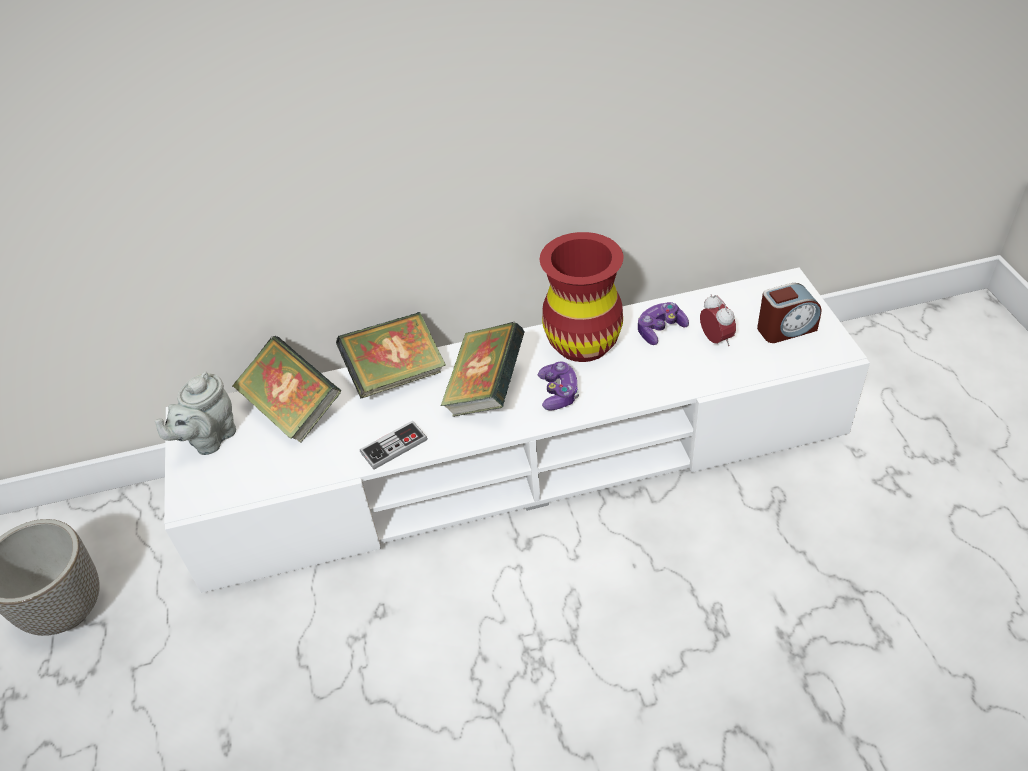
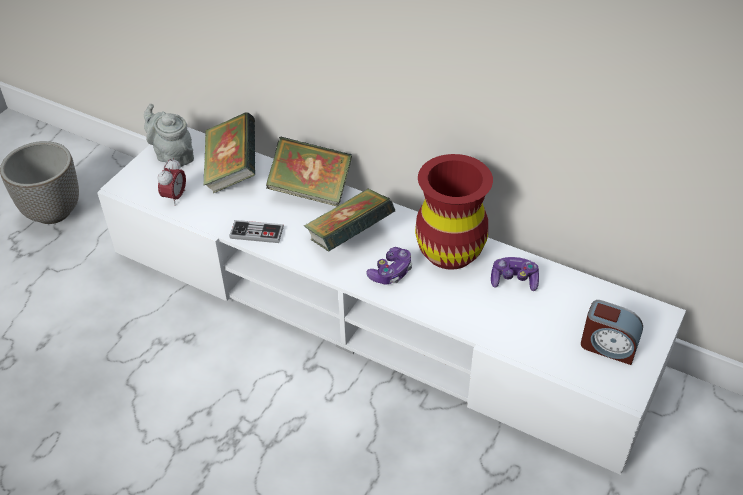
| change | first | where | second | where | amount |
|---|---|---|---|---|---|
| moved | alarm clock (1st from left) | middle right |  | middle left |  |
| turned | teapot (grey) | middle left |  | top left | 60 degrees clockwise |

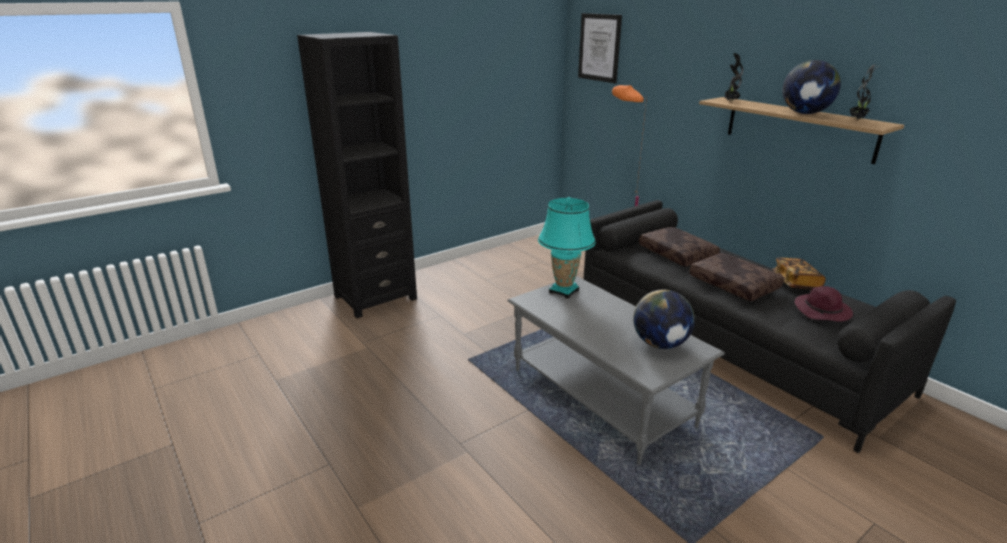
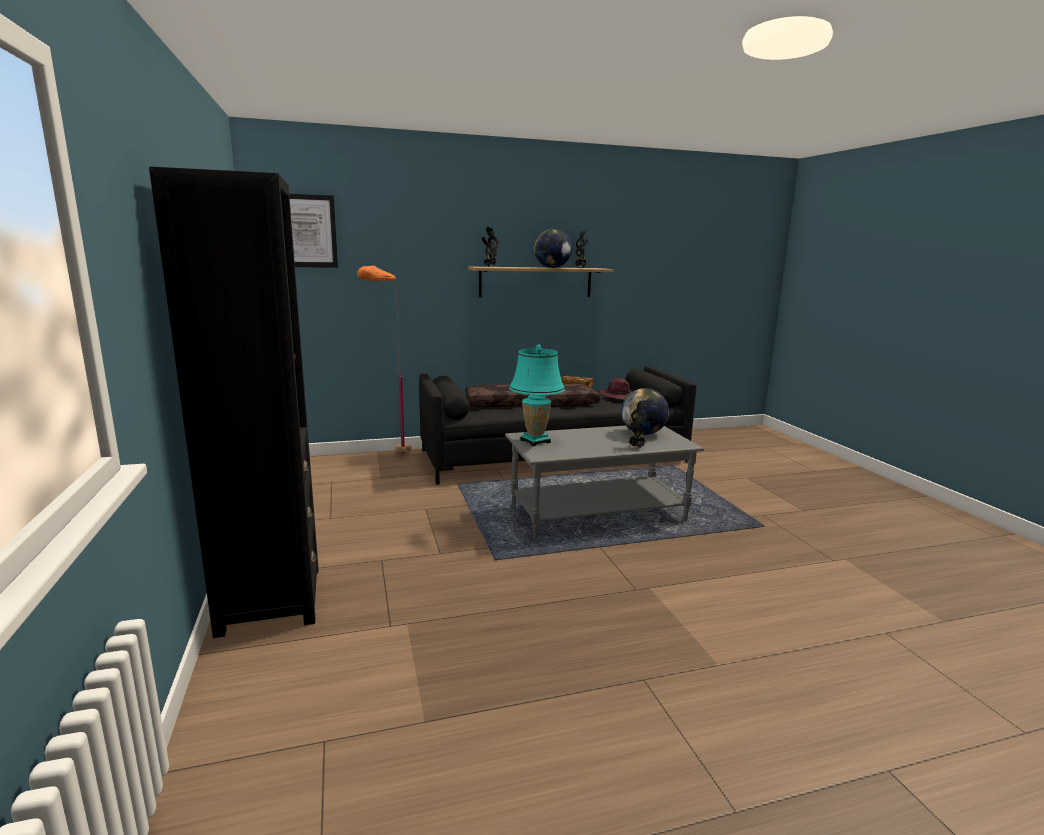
| change | first | where | second | where | amount |
|---|---|---|---|---|---|
| added |  |  | potted plant (3rd from left) | centre |  |

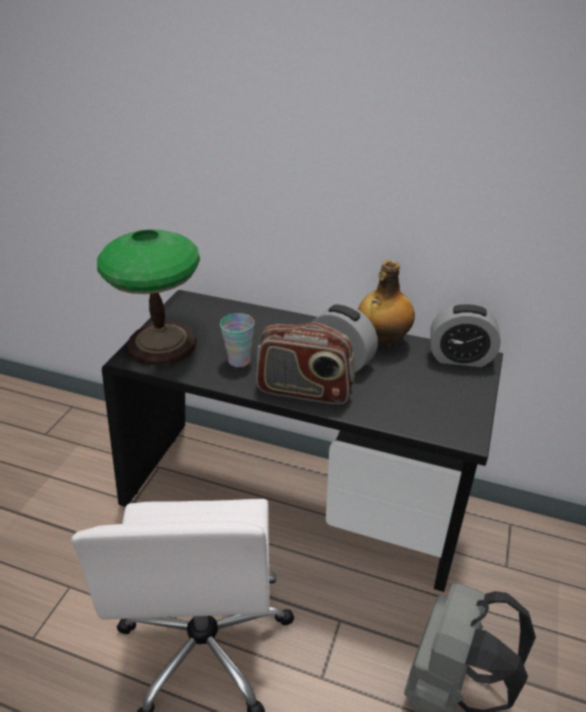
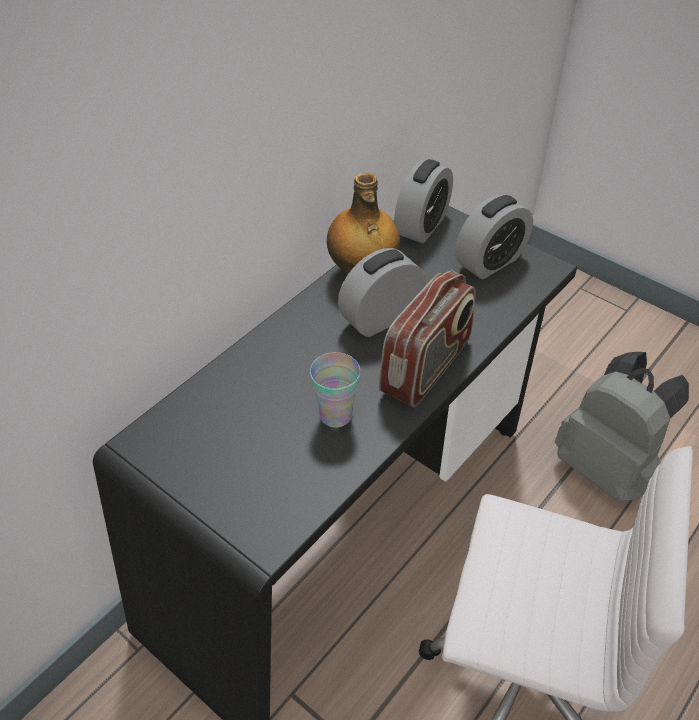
| change | first | where | second | where | amount |
|---|---|---|---|---|---|
| removed | table lamp | middle left |  |  |  |
| added |  |  | alarm clock (3rd from left) | top right |  |

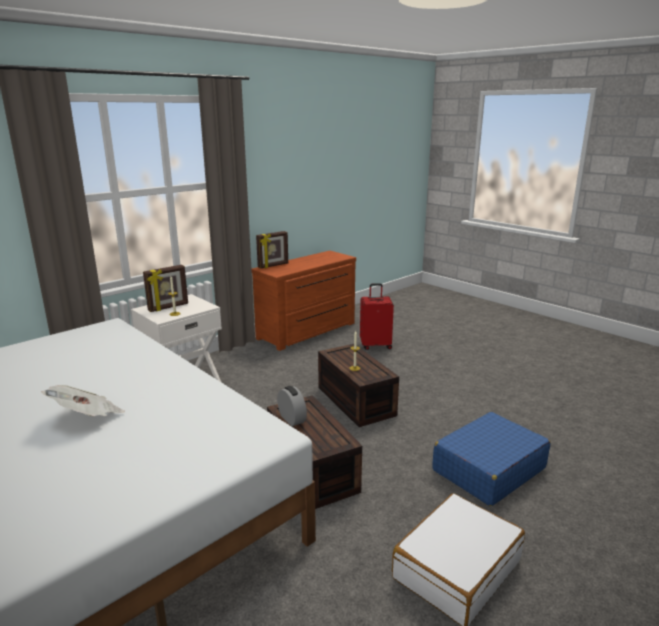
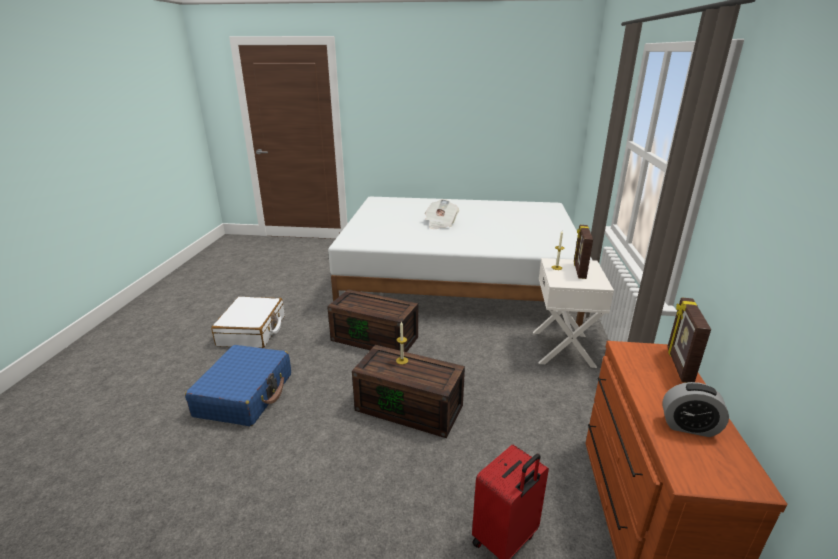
| change | first | where | second | where | amount |
|---|---|---|---|---|---|
| moved | alarm clock | centre |  | bottom right |  |

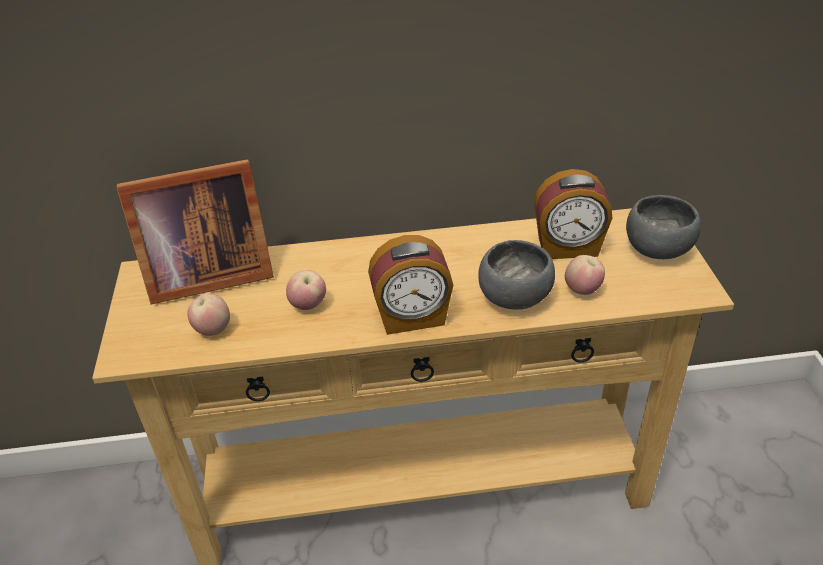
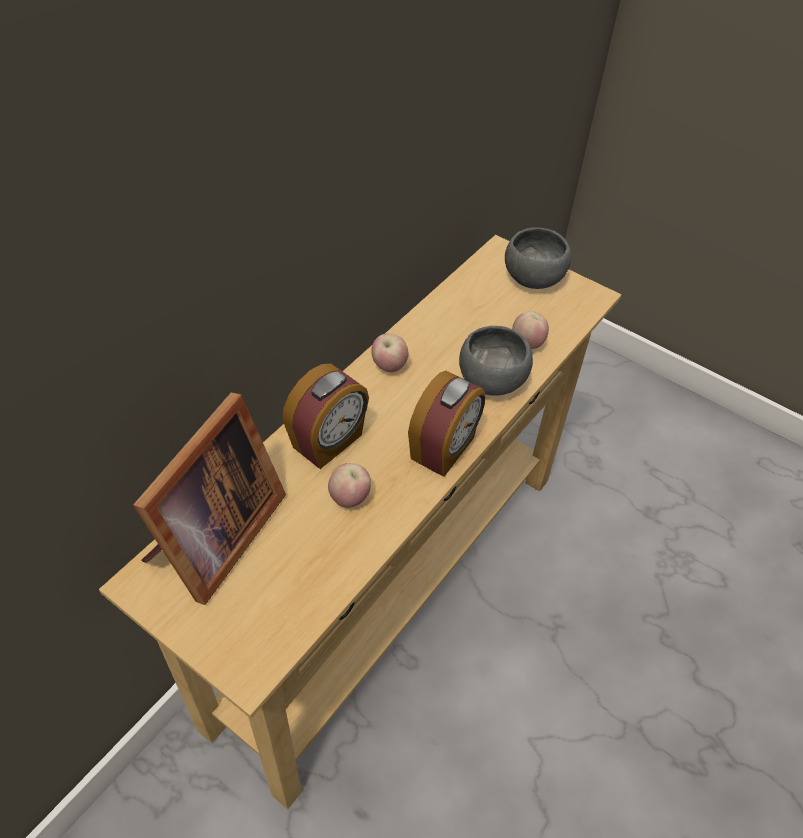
| change | first | where | second | where | amount |
|---|---|---|---|---|---|
| moved | alarm clock (2nd from left in the first image) | middle right | alarm clock (1st from left) | centre |  |
| moved | apple (1st from left in the first image) | middle left | apple (2nd from left) | centre |  |

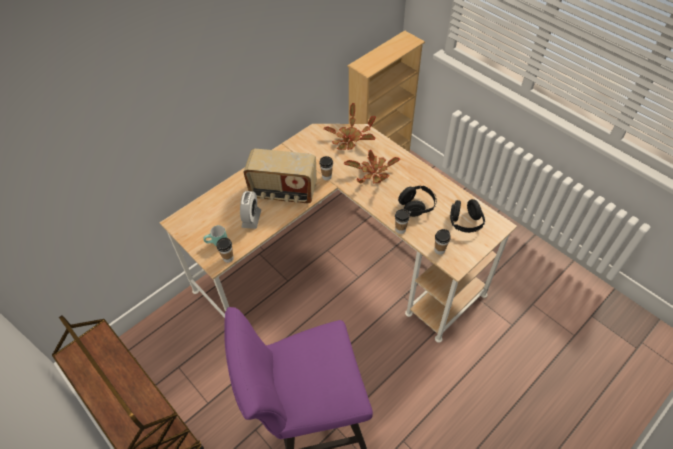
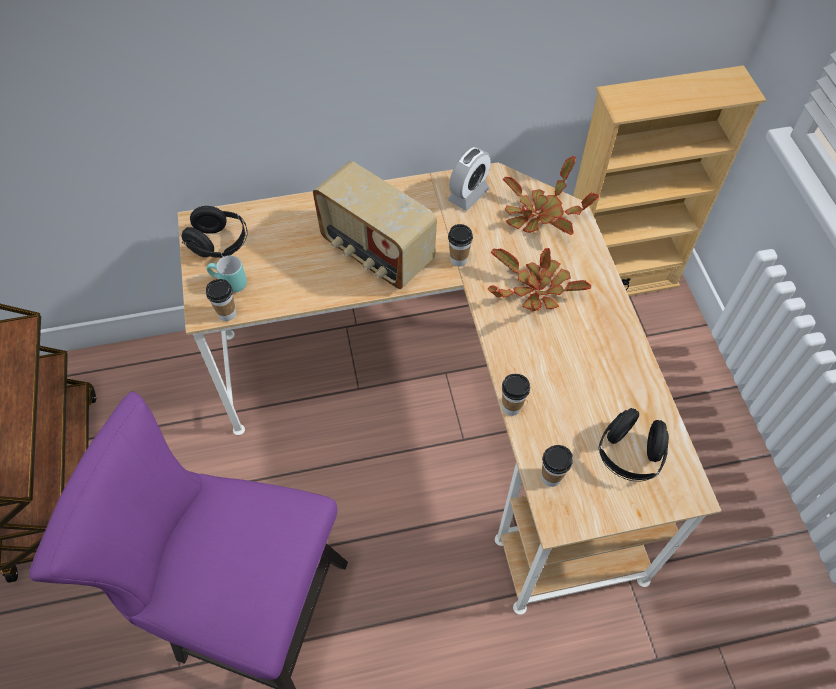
| change | first | where | second | where | amount |
|---|---|---|---|---|---|
| moved | headphones (black) (1st from left) | centre |  | middle left |  |
| moved | alarm clock | centre |  | top centre |  |

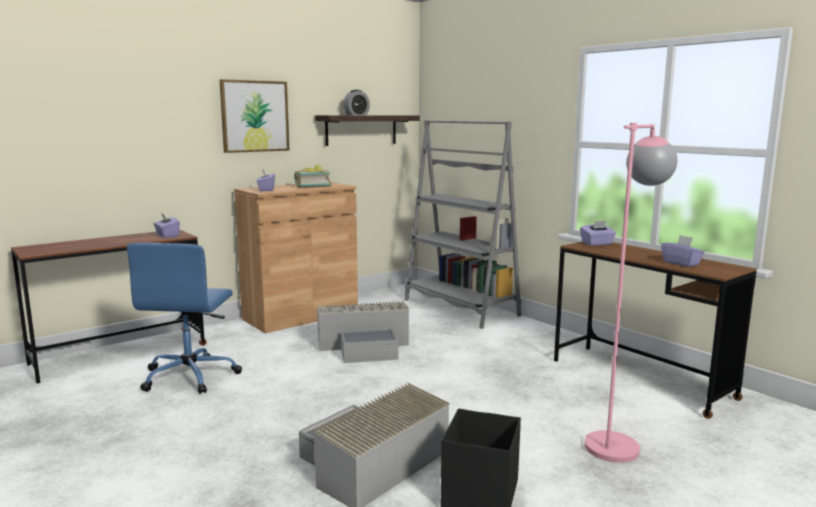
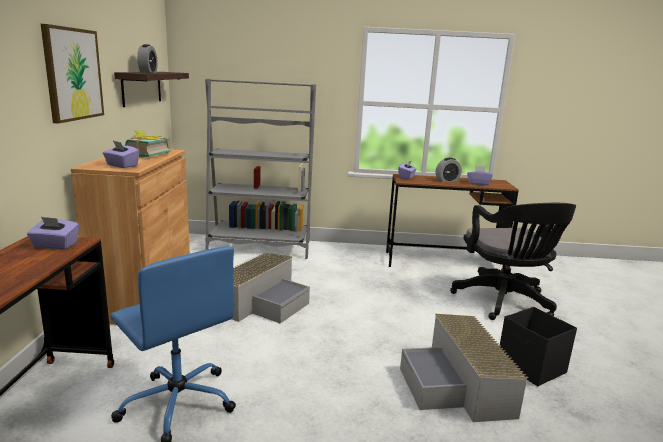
| change | first | where | second | where | amount |
|---|---|---|---|---|---|
| replaced | floor lamp (pink) | middle right | office chair (black) | middle right |  |
| added |  |  | alarm clock (2nd from left) | middle right |  |

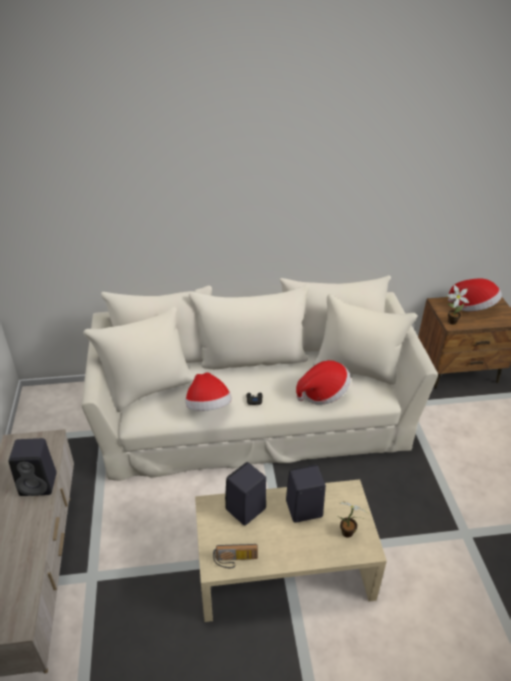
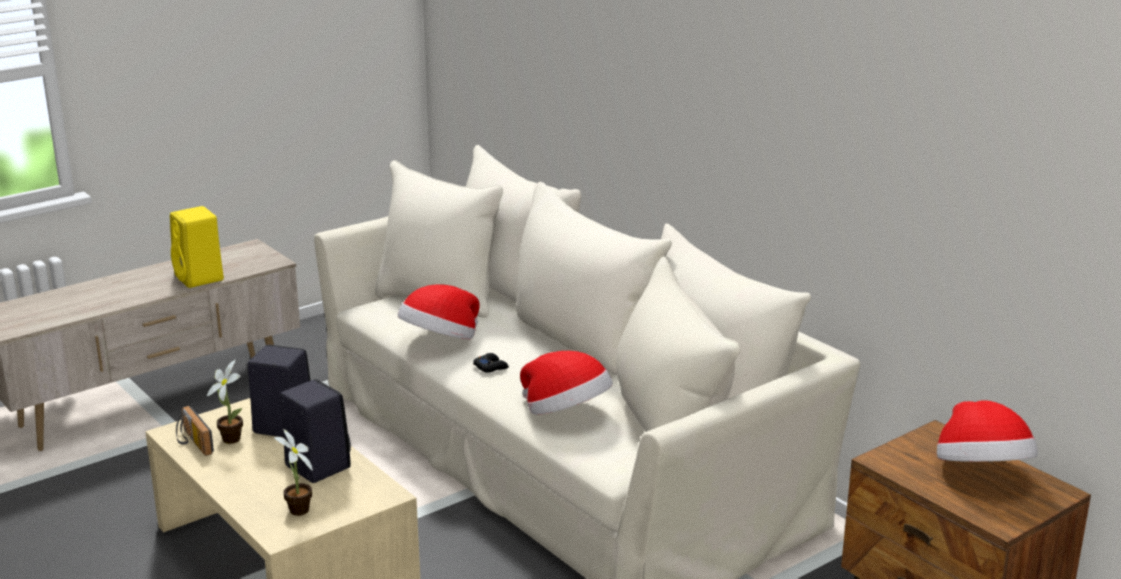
| change | first | where | second | where | amount |
|---|---|---|---|---|---|
| moved | potted plant (2nd from left in the first image) | middle right | potted plant (1st from left) | bottom left |  |
| recoloured | speaker (black) (1st from left) | bottom left | speaker (yellow) | middle left |  |

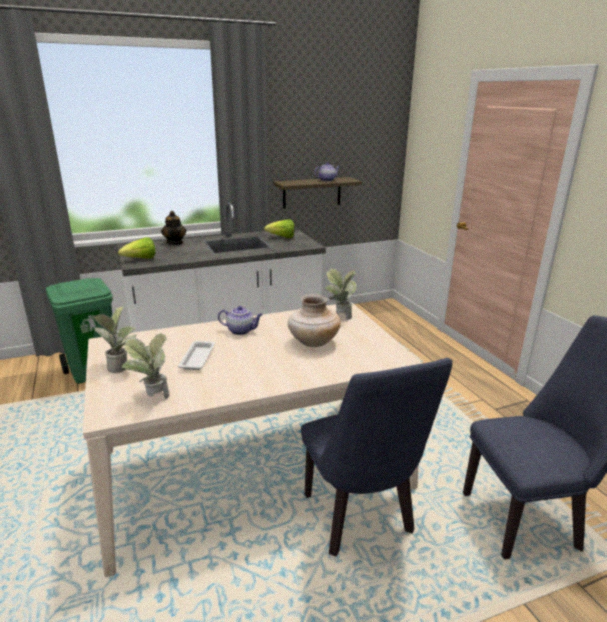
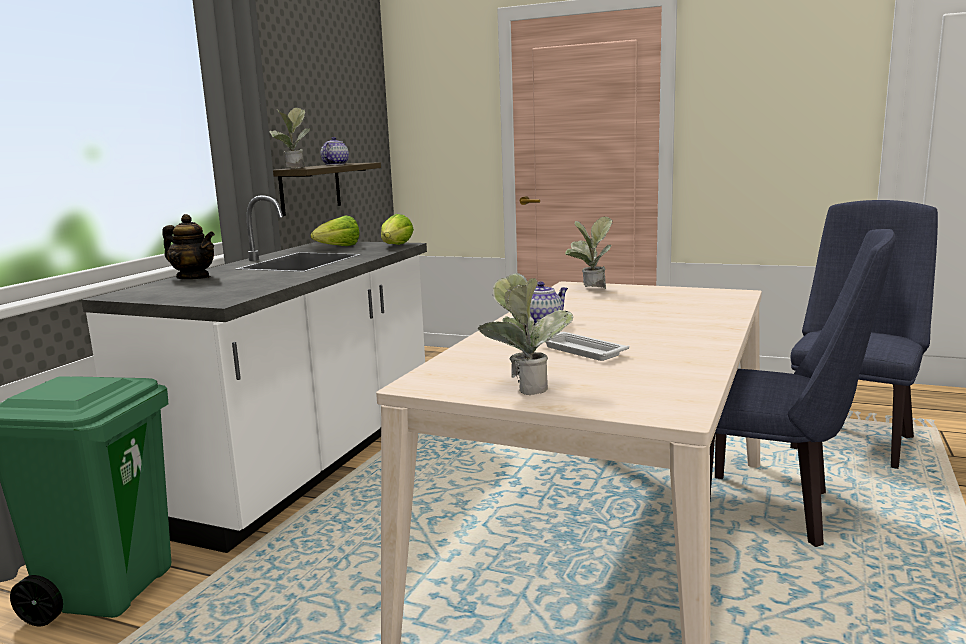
| change | first | where | second | where | amount |
|---|---|---|---|---|---|
| moved | lettuce (1st from left in the first image) | middle left | lettuce (2nd from left) | centre |  |
| removed | vase (beige) | centre |  |  |  |
| moved | potted plant (2nd from left in the first image) | middle left | potted plant (1st from left) | top left |  |

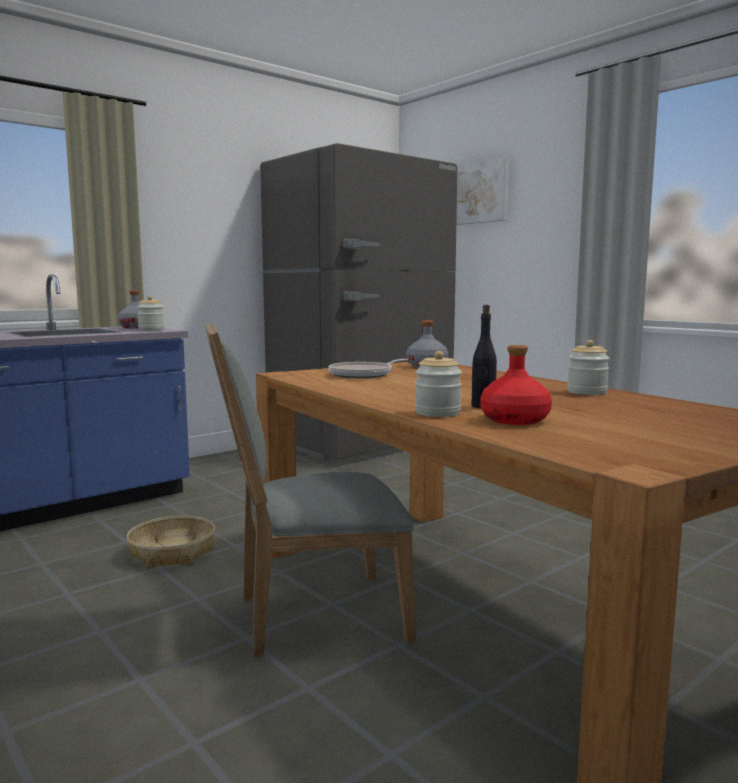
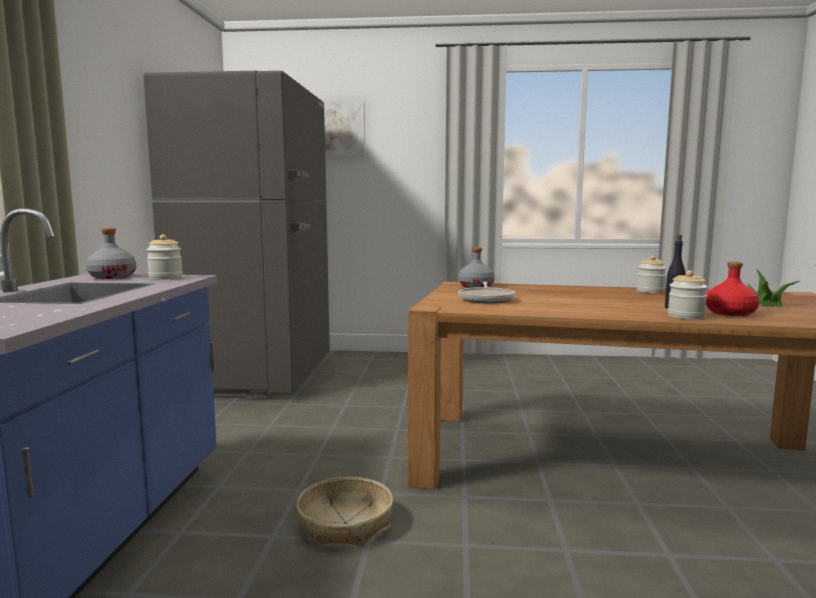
| change | first | where | second | where | amount |
|---|---|---|---|---|---|
| removed | chair (grey) | centre |  |  |  |
| added |  |  | potted plant | middle right |  |

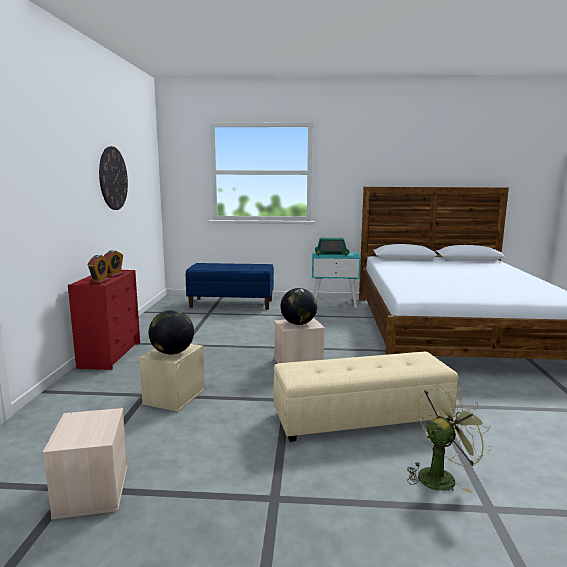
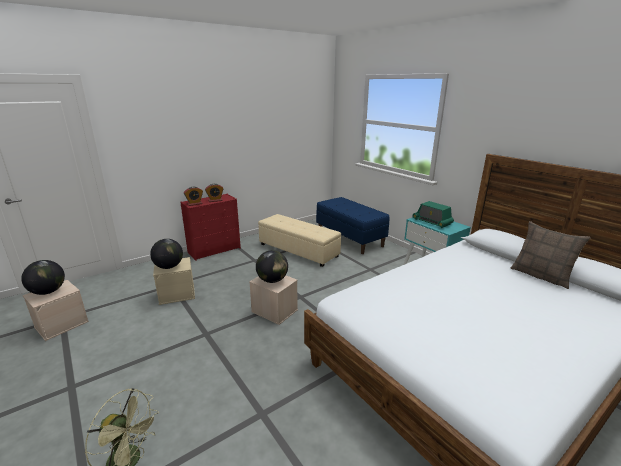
| change | first | where | second | where | amount |
|---|---|---|---|---|---|
| removed | wall clock | top left |  |  |  |
| moved | ottoman (beige) | bottom centre |  | centre |  |
| added |  |  | pillow | middle right |  |
| added |  |  | globe (1st from left) | middle left |  |

